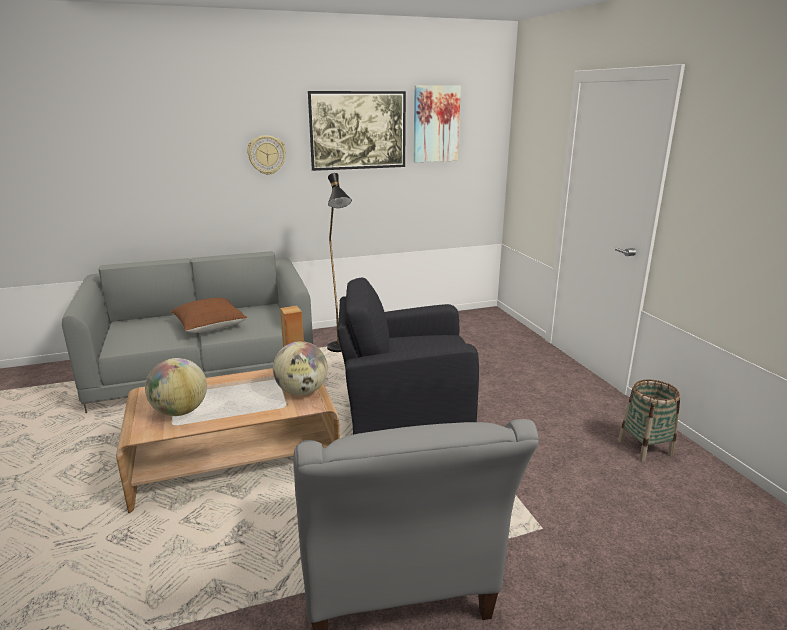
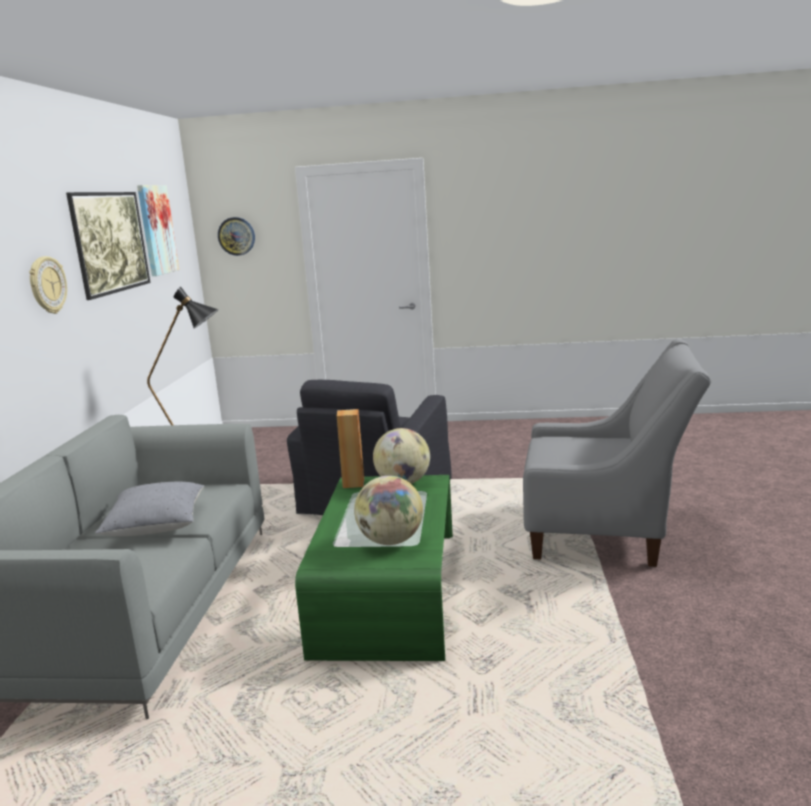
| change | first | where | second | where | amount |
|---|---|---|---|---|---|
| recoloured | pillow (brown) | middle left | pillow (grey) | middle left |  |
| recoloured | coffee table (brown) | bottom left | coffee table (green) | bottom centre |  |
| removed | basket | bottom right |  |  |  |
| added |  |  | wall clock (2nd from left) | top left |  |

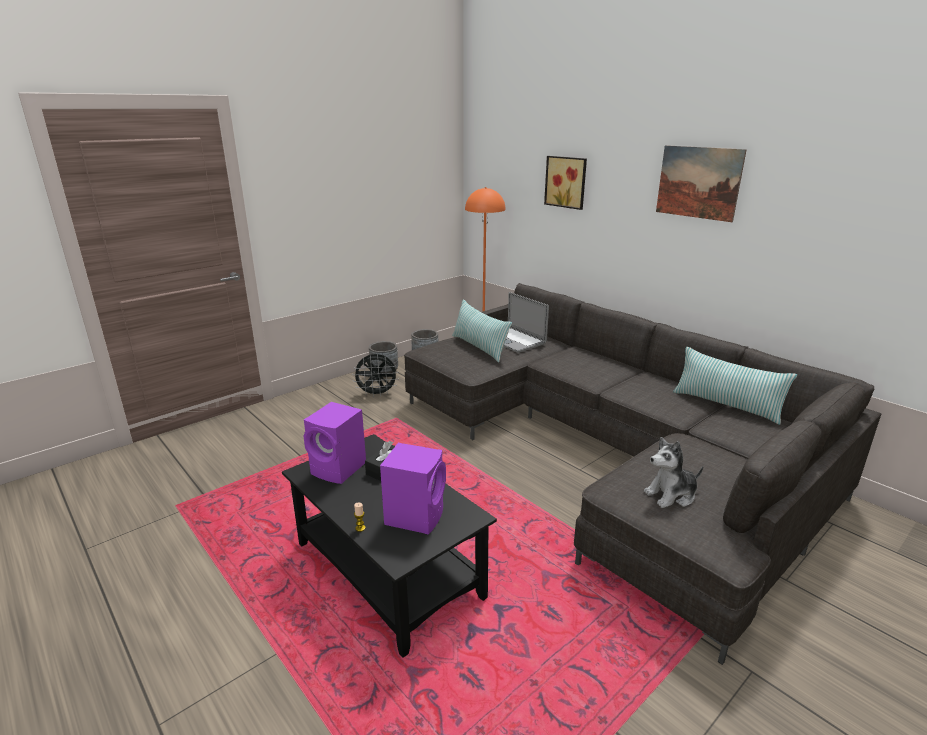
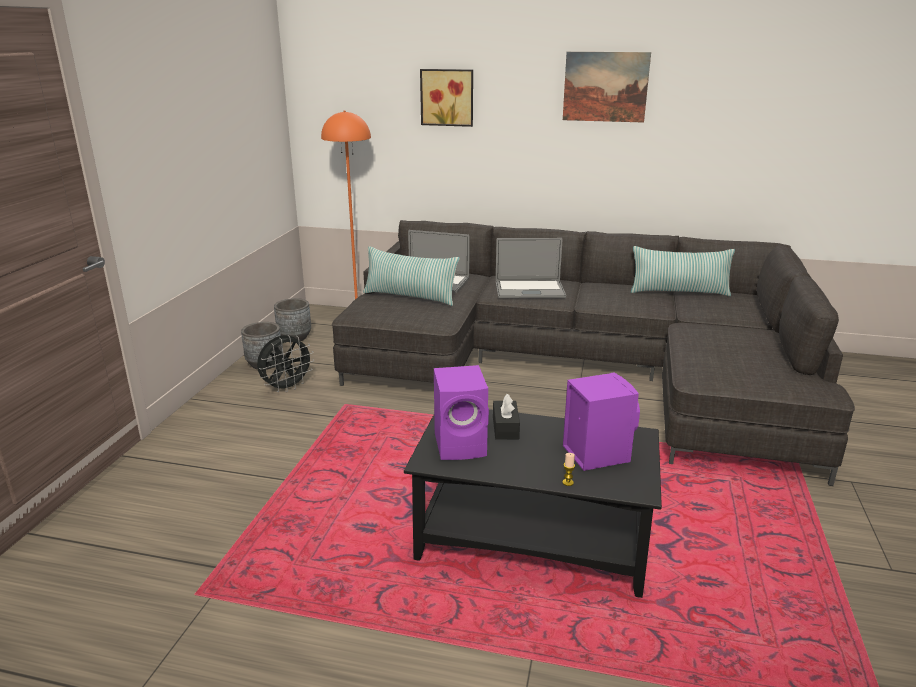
| change | first | where | second | where | amount |
|---|---|---|---|---|---|
| removed | plush toy | middle right |  |  |  |
| added |  |  | laptop (2nd from left) | centre |  |

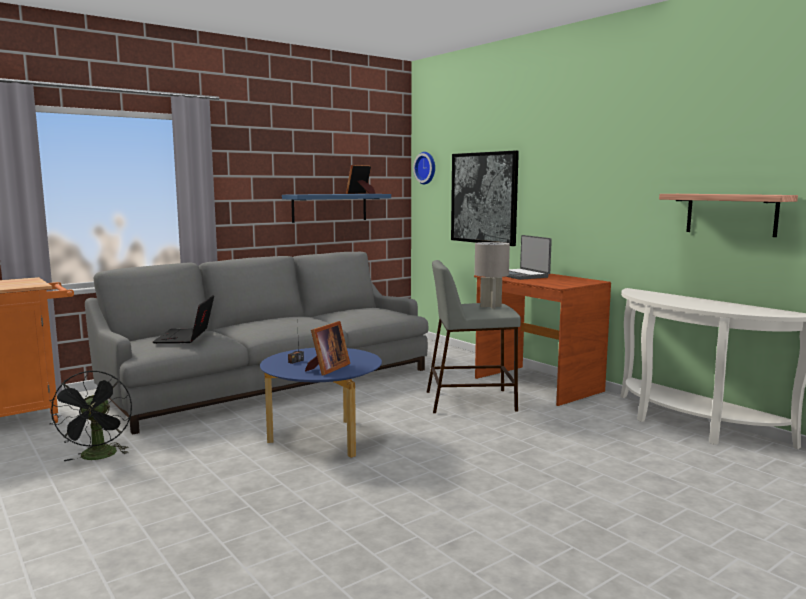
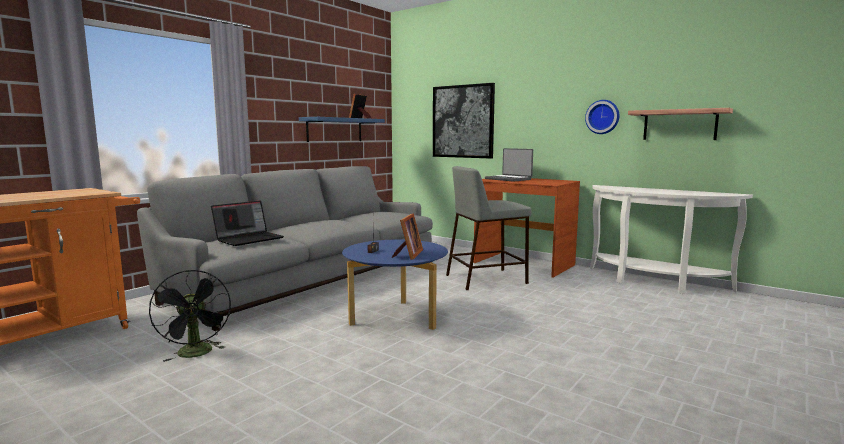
| change | first | where | second | where | amount |
|---|---|---|---|---|---|
| moved | wall clock | top centre |  | top right |  |
| removed | table lamp (grey) | centre |  |  |  |
| turned | laptop (1st from left) | middle left |  | middle left | 120 degrees counterclockwise |

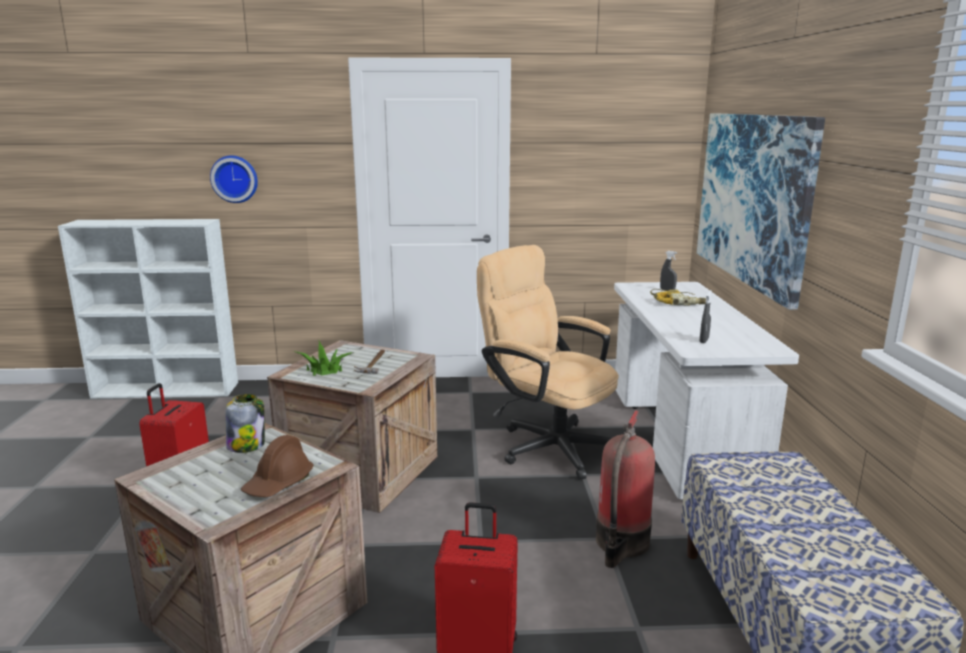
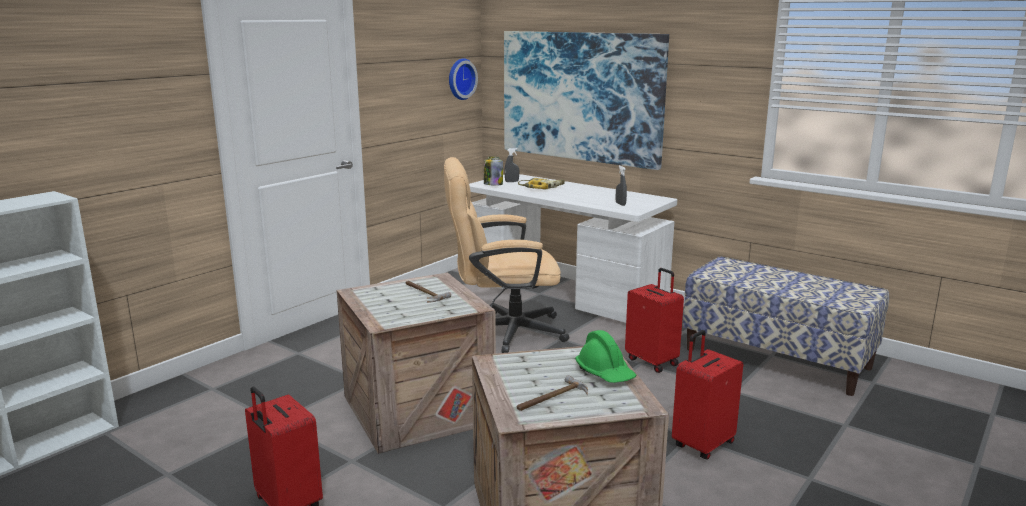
| change | first | where | second | where | amount |
|---|---|---|---|---|---|
| moved | wall clock | top left |  | top centre |  |
| removed | potted plant | centre |  |  |  |
| moved | jar | middle left |  | centre |  |
| replaced | fire extinguisher | bottom centre | suitcase (red) (2nd from left) | centre |  |
| recoloured | hard hat (brown) | bottom left | hard hat (green) | bottom centre |  |
| added |  |  | hammer (2nd from left) | bottom centre |  |

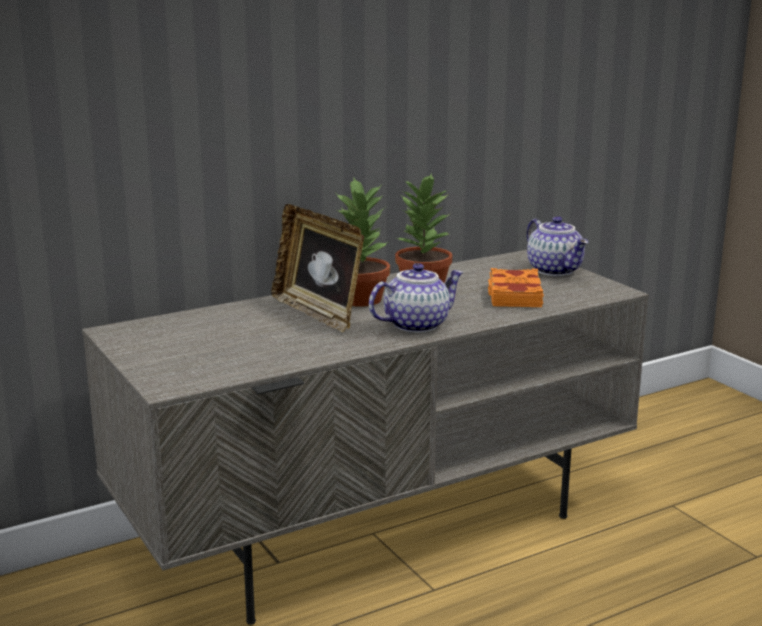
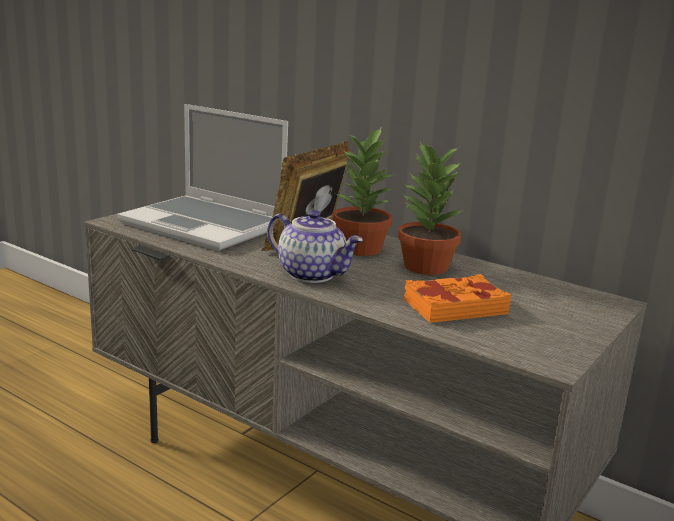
| change | first | where | second | where | amount |
|---|---|---|---|---|---|
| removed | teapot (2nd from left) | middle right |  |  |  |
| added |  |  | laptop | middle left |  |

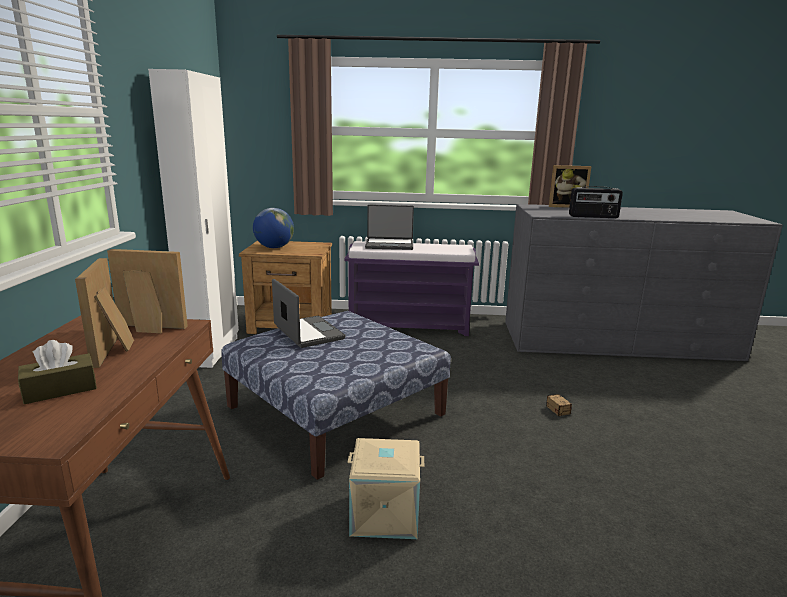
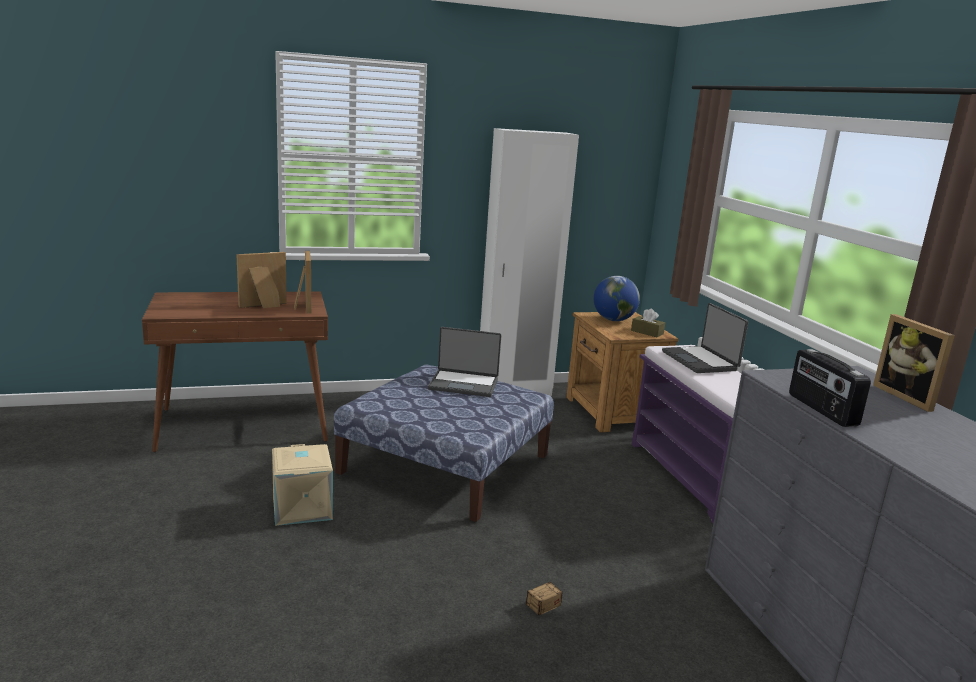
| change | first | where | second | where | amount |
|---|---|---|---|---|---|
| turned | laptop (1st from left) | centre |  | centre | 60 degrees clockwise |
| moved | tissue box (brown) | middle left |  | centre |  |

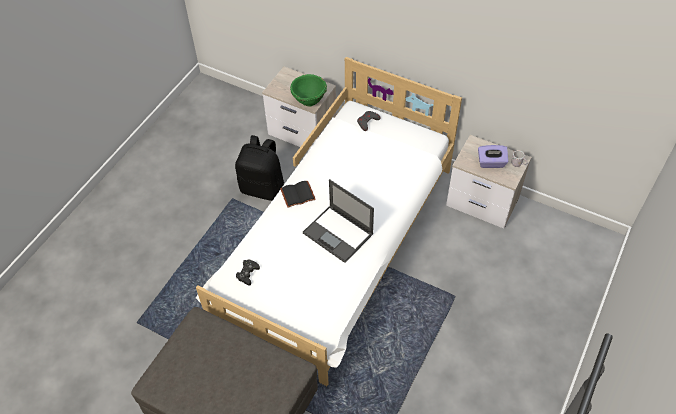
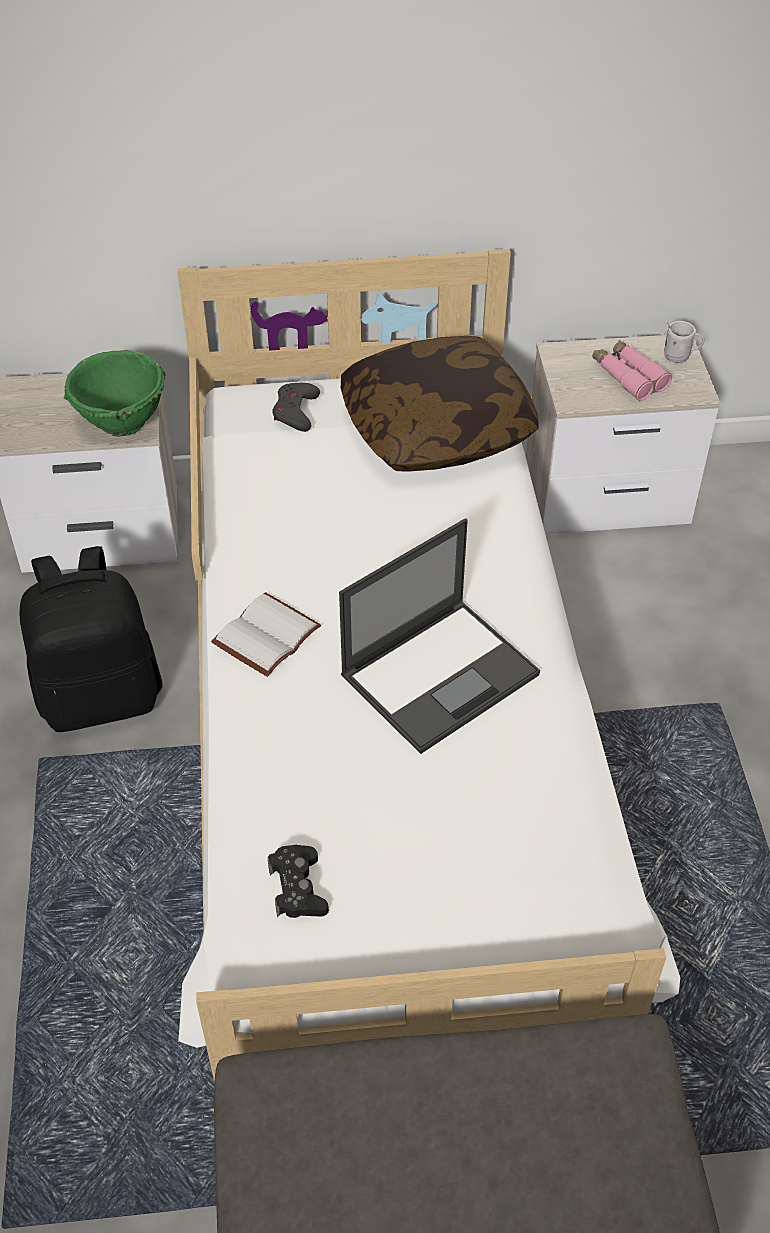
| change | first | where | second | where | amount |
|---|---|---|---|---|---|
| replaced | tissue box (purple) | middle right | binoculars (pink) | top right |  |
| turned | laptop | centre |  | centre | 45 degrees counterclockwise |
| recoloured | book (black) | centre | book (white) | centre |  |
| added |  |  | pillow | top centre |  |

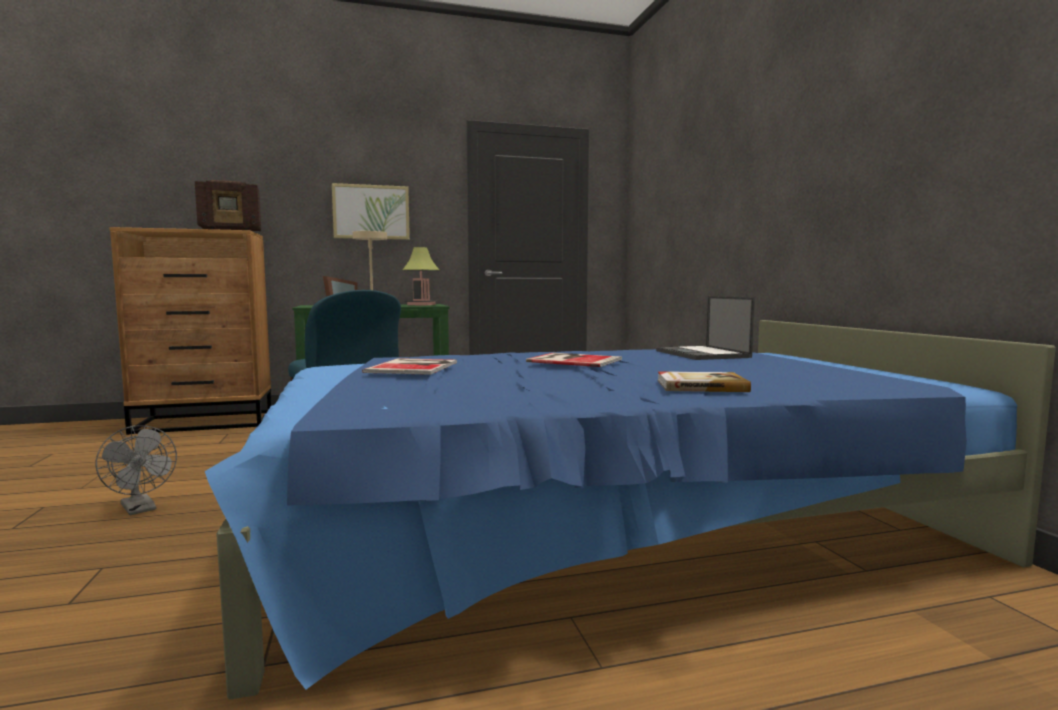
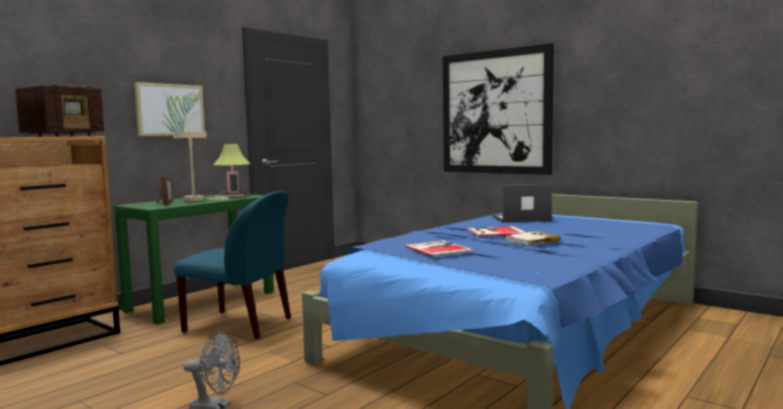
| change | first | where | second | where | amount |
|---|---|---|---|---|---|
| turned | laptop | centre |  | middle right | 135 degrees clockwise |
| moved | book (3rd from left) | centre |  | middle right |  |
| added |  |  | picture (2nd from left) | top centre |  |

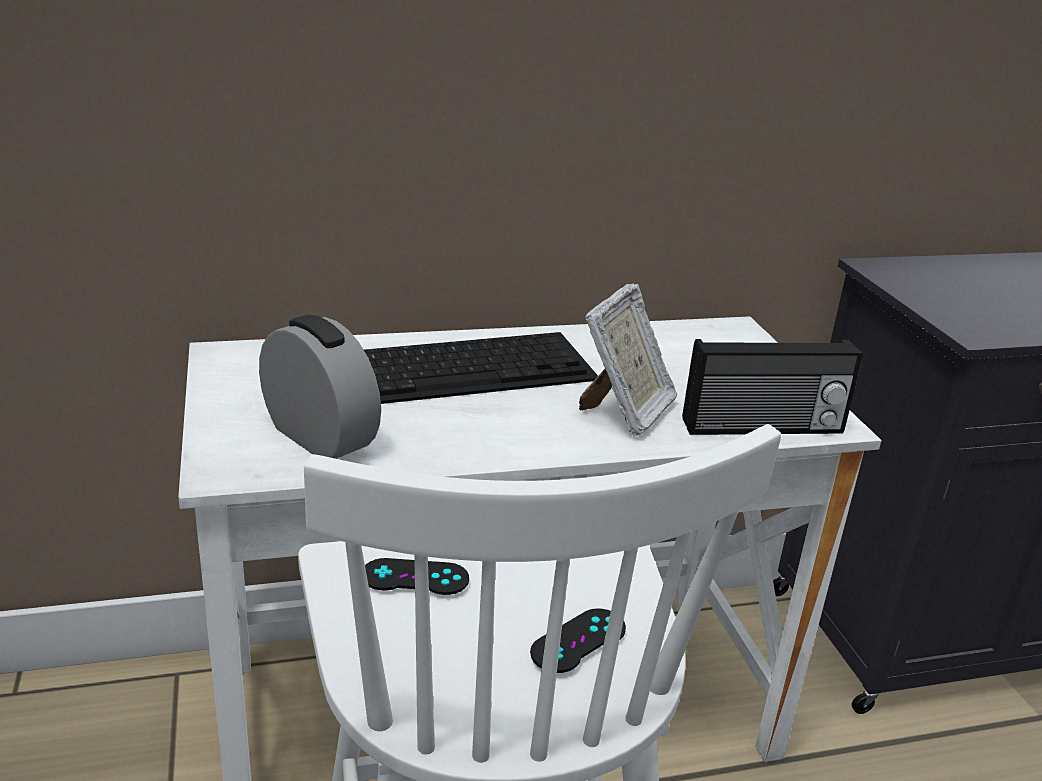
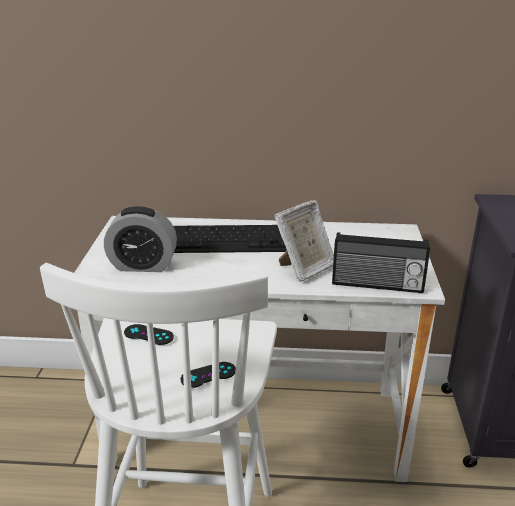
| change | first | where | second | where | amount |
|---|---|---|---|---|---|
| turned | alarm clock | middle left |  | middle left | 120 degrees clockwise |

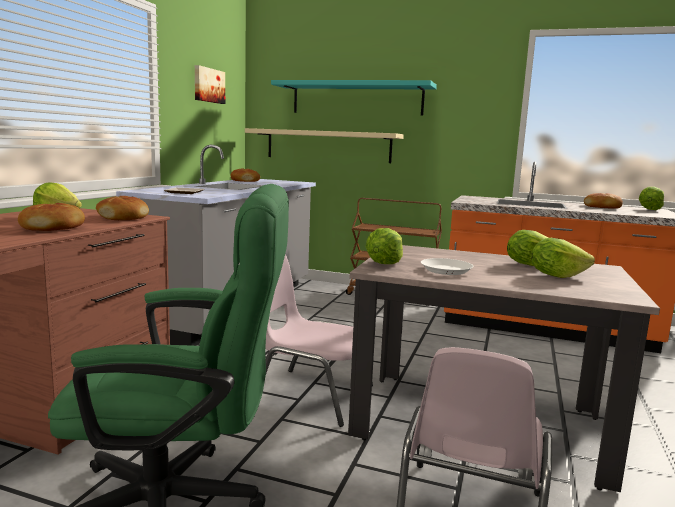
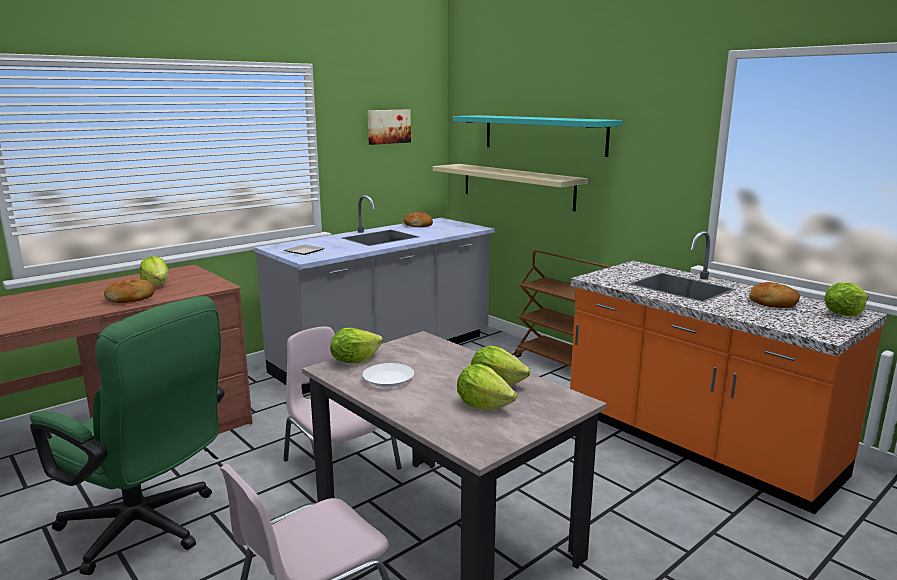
| change | first | where | second | where | amount |
|---|---|---|---|---|---|
| removed | bread (2nd from left) | middle left |  |  |  |

